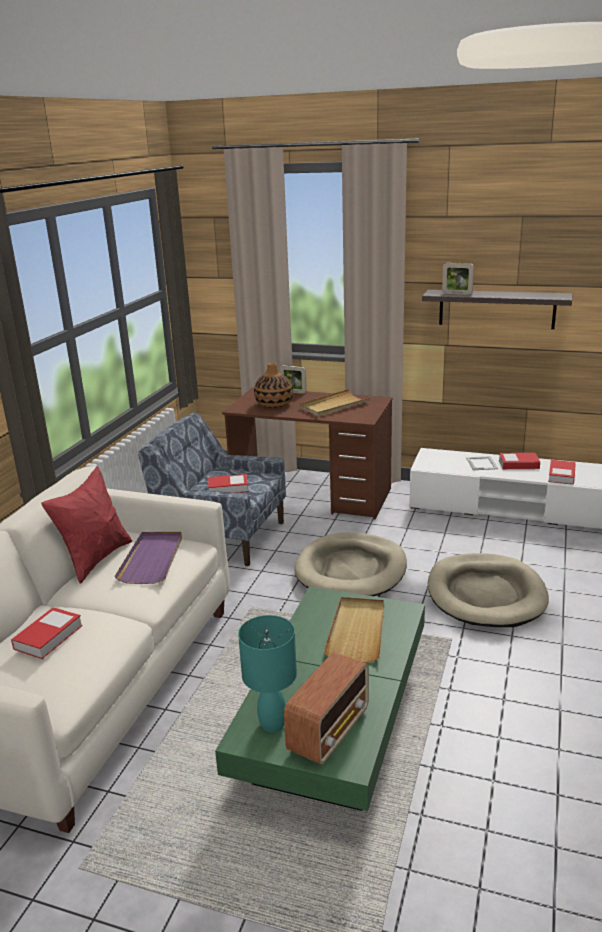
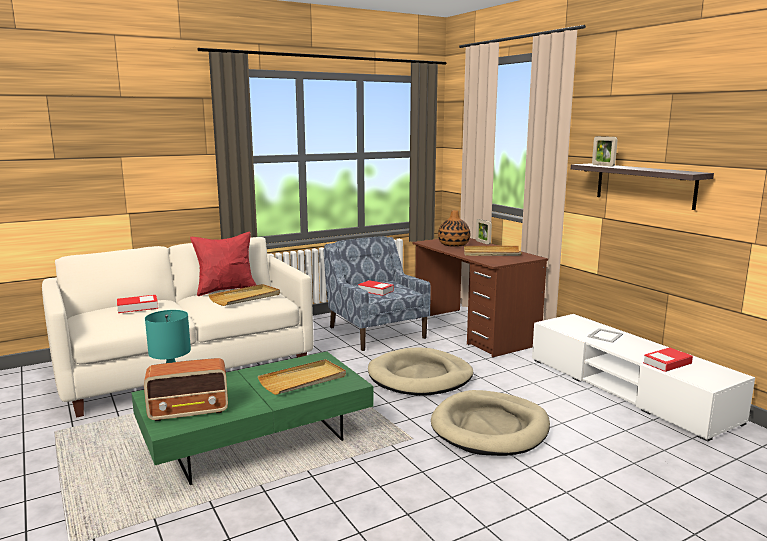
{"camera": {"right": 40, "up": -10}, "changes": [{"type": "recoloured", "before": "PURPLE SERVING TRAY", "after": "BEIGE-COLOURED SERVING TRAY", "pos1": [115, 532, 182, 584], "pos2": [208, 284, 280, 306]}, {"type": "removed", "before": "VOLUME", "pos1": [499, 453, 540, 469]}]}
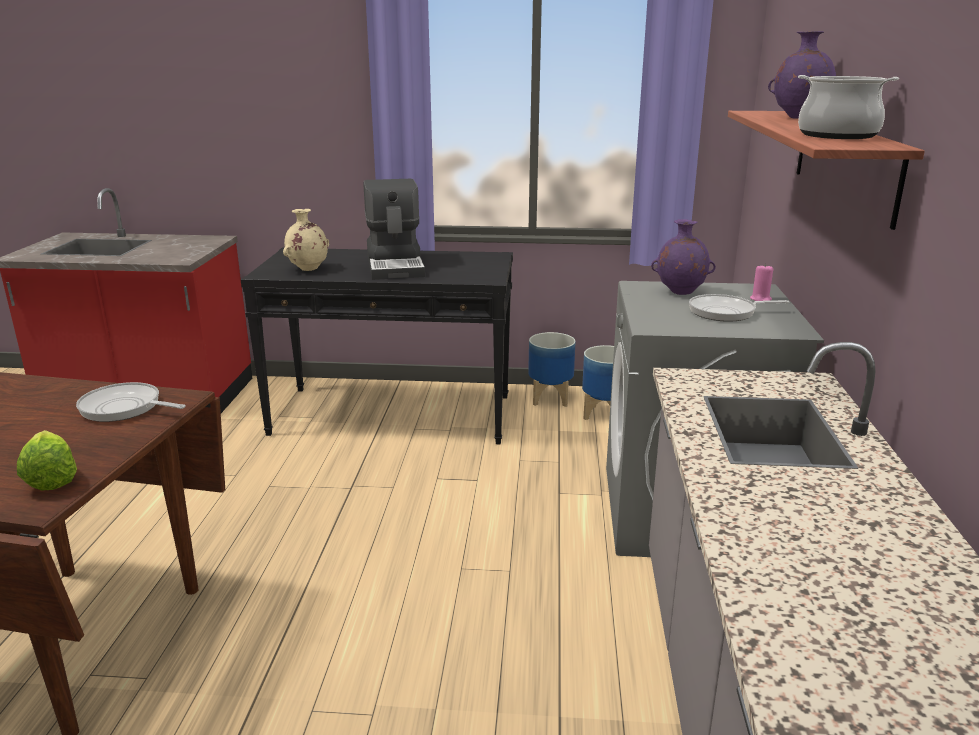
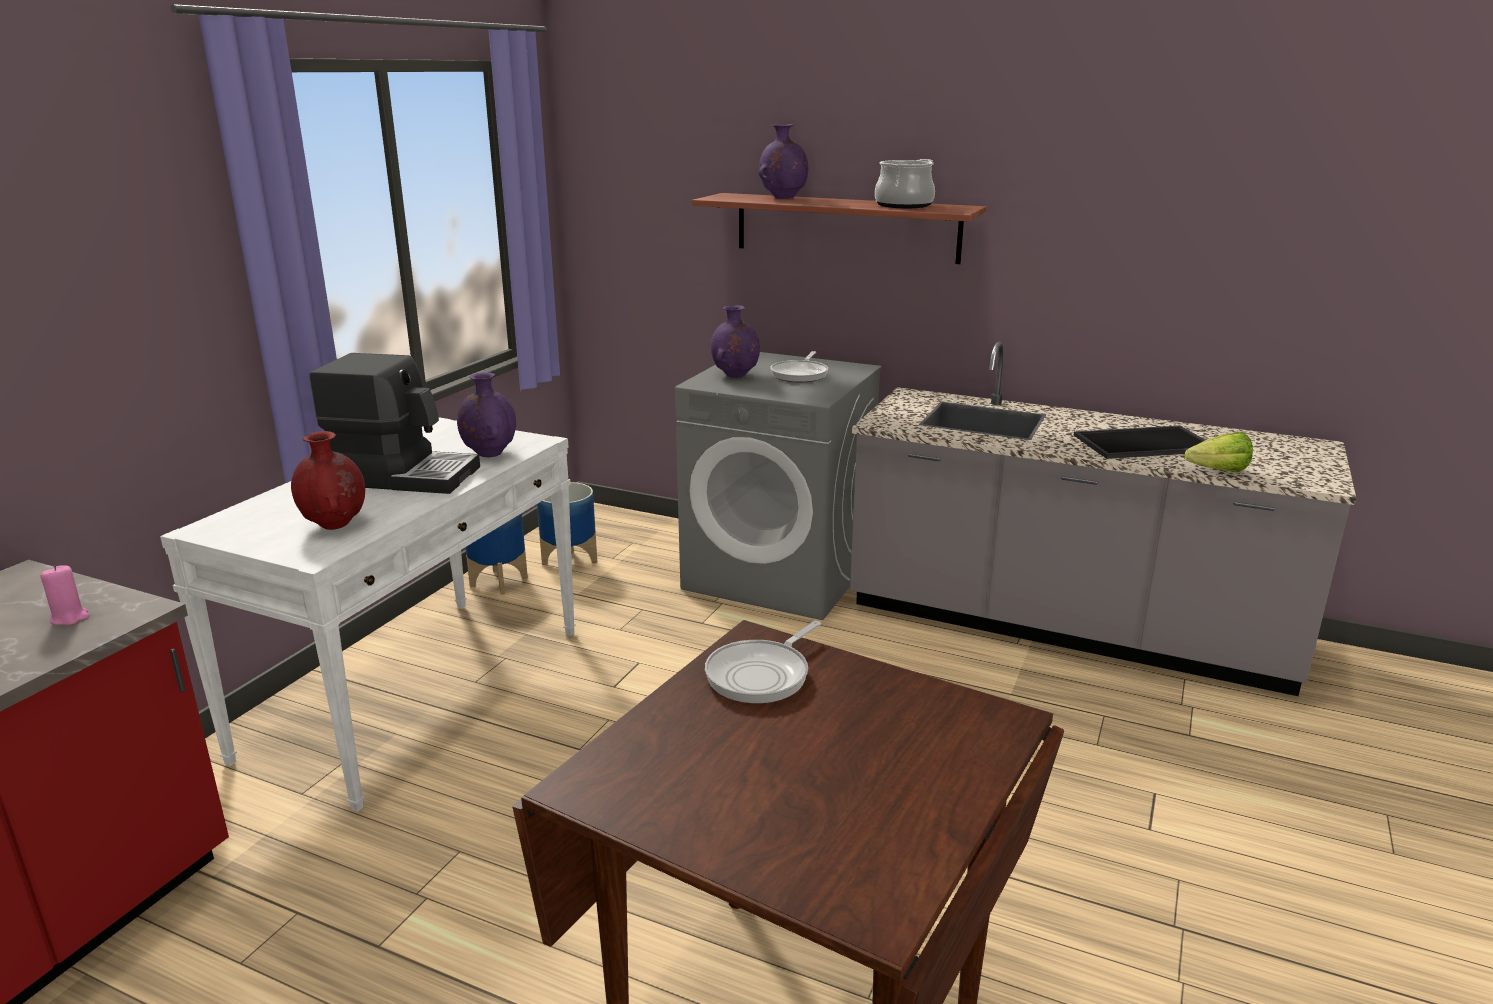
{"camera": {"right": -70, "up": 0}, "changes": [{"type": "moved", "before": "PINK CANDLE", "pos1": [750, 264, 774, 301], "pos2": [41, 565, 90, 625]}, {"type": "recoloured", "before": "BLACK-COLOURED HALL TABLE", "after": "WHITISH HALL TABLE", "pos1": [241, 248, 513, 445], "pos2": [160, 417, 576, 812]}, {"type": "recoloured", "before": "BEIGE-COLOURED DECORATIVE VASE", "after": "RED DECORATIVE VASE", "pos1": [283, 209, 329, 271], "pos2": [291, 431, 365, 530]}, {"type": "added", "after": "PURPLE DECORATIVE VASE", "pos2": [457, 373, 516, 457]}, {"type": "added", "after": "SERVING TRAY", "pos2": [1073, 426, 1205, 459]}, {"type": "moved", "before": "LETTUCE", "pos1": [17, 430, 77, 491], "pos2": [1185, 433, 1253, 472]}]}
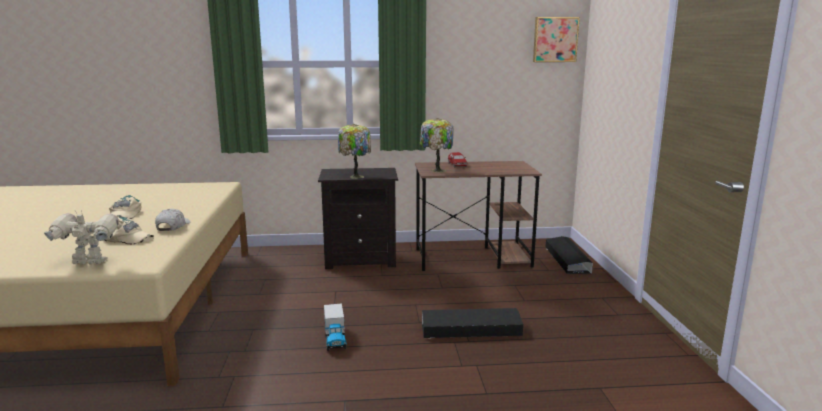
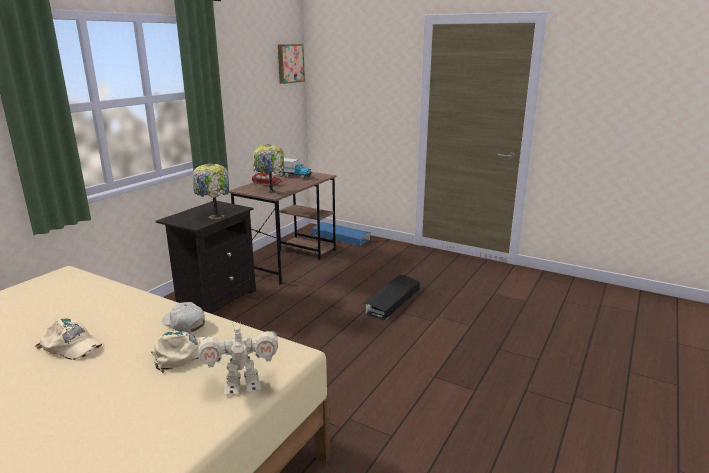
{"camera": {"right": -55, "up": 5}, "changes": [{"type": "turned", "before": "TOY ROBOT", "pos1": [44, 210, 119, 265], "pos2": [198, 321, 278, 395], "turn": -135}, {"type": "moved", "before": "MODEL TRUCK", "pos1": [324, 303, 346, 351], "pos2": [279, 158, 312, 179]}, {"type": "recoloured", "before": "BLACK-COLOURED STORAGE CONTAINER", "after": "BLUE STORAGE CONTAINER", "pos1": [545, 236, 593, 274], "pos2": [312, 222, 370, 246]}]}
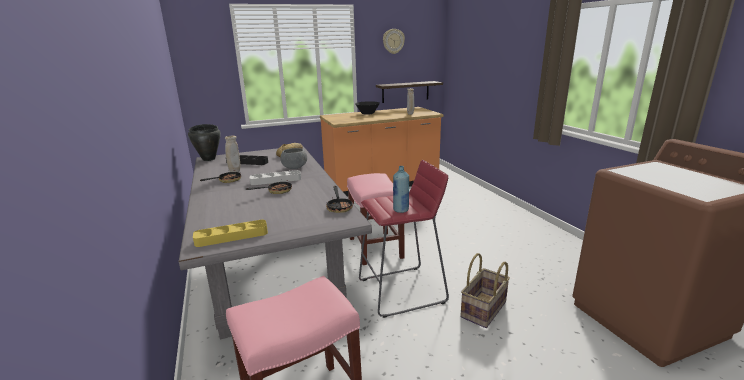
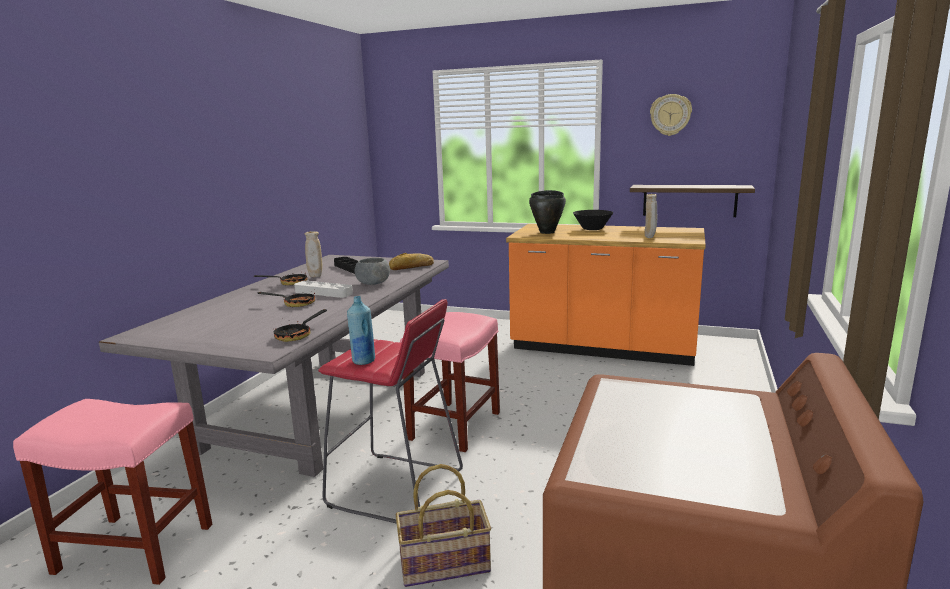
{"camera": {"right": 40, "up": -5}, "changes": [{"type": "moved", "before": "BLACK-COLOURED STOCKPOT", "pos1": [188, 124, 221, 161], "pos2": [529, 190, 566, 234]}, {"type": "removed", "before": "YELLOW SERVING TRAY", "pos1": [193, 220, 268, 247]}]}
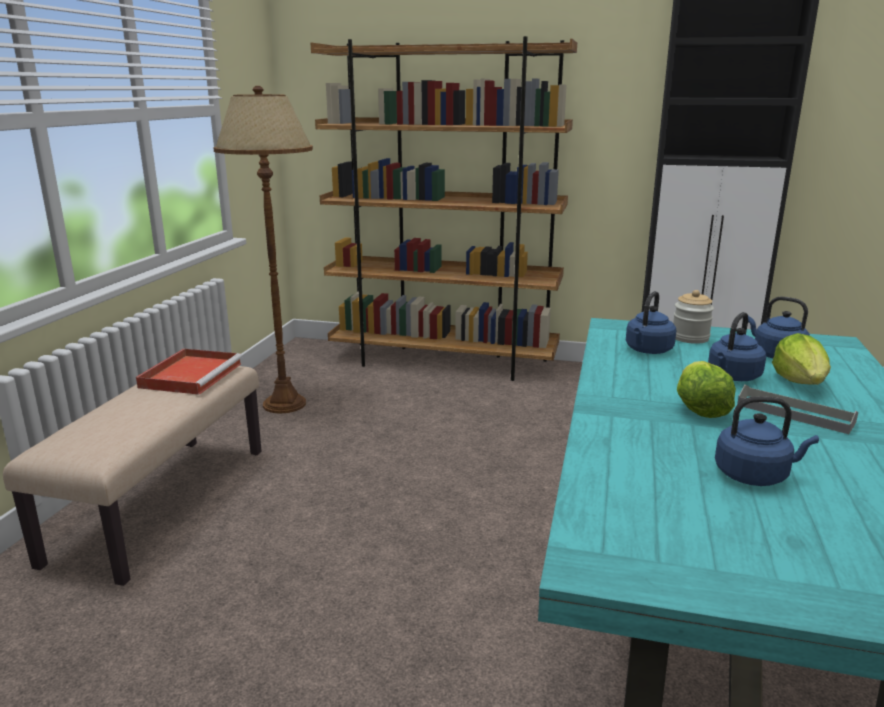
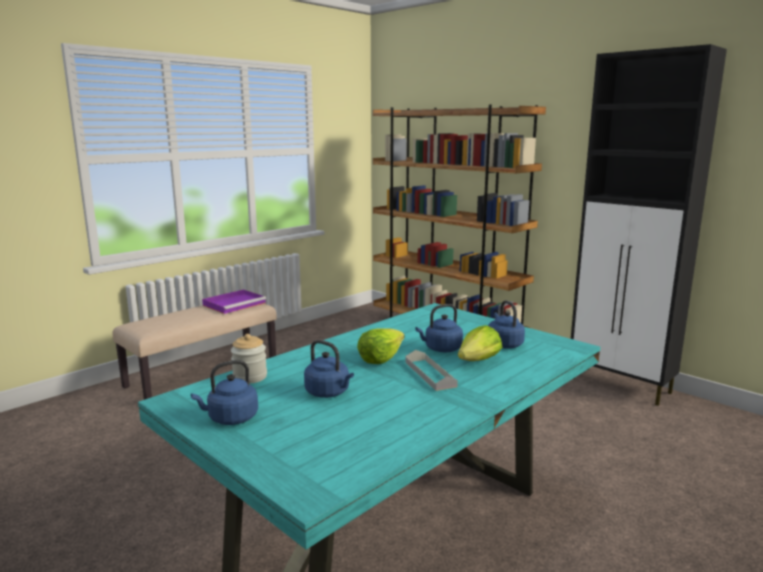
{"camera": {"right": 30, "up": -5}, "changes": [{"type": "moved", "before": "BLUE WATER KETTLE", "pos1": [626, 291, 677, 354], "pos2": [191, 360, 258, 425]}, {"type": "recoloured", "before": "RED SERVING TRAY", "after": "PURPLE SERVING TRAY", "pos1": [136, 349, 242, 395], "pos2": [202, 289, 266, 314]}, {"type": "moved", "before": "JAR", "pos1": [673, 290, 714, 344], "pos2": [231, 334, 267, 384]}, {"type": "removed", "before": "BROWN STANDING LAMP", "pos1": [213, 86, 313, 414]}]}
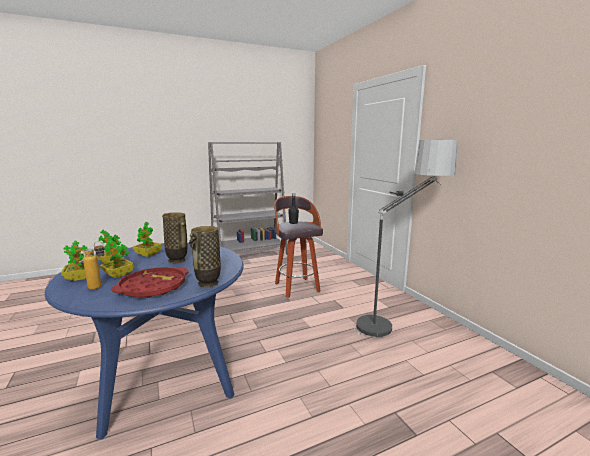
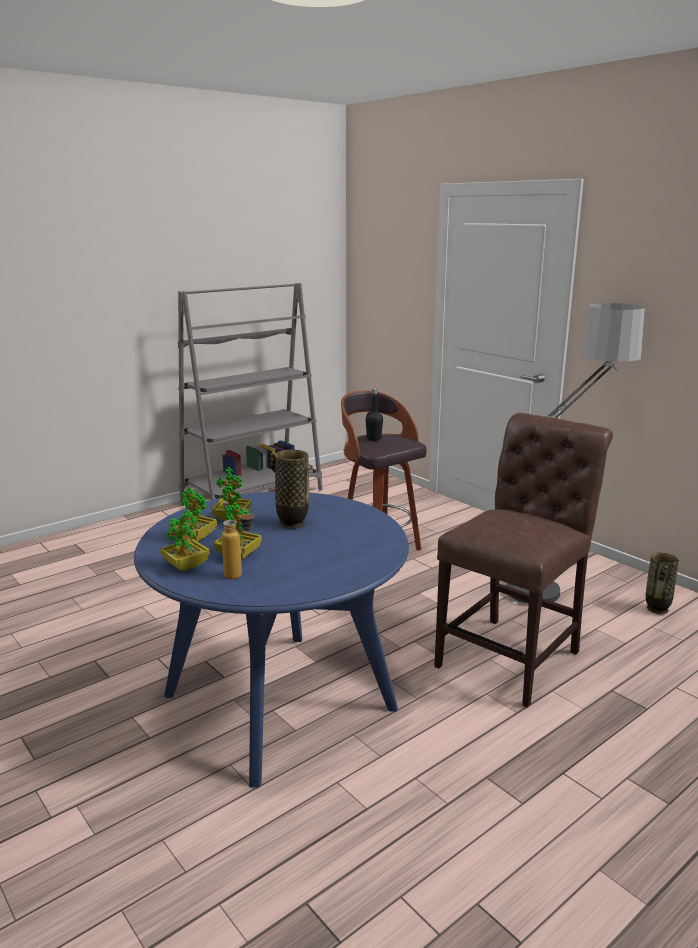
{"camera": {"right": -15, "up": 5}, "changes": [{"type": "added", "after": "BROWN UPRIGHT CHAIR", "pos2": [434, 413, 613, 708]}, {"type": "moved", "before": "DECORATIVE VASE", "pos1": [189, 226, 221, 287], "pos2": [646, 553, 679, 615]}, {"type": "removed", "before": "RED SERVING TRAY", "pos1": [111, 267, 189, 298]}]}
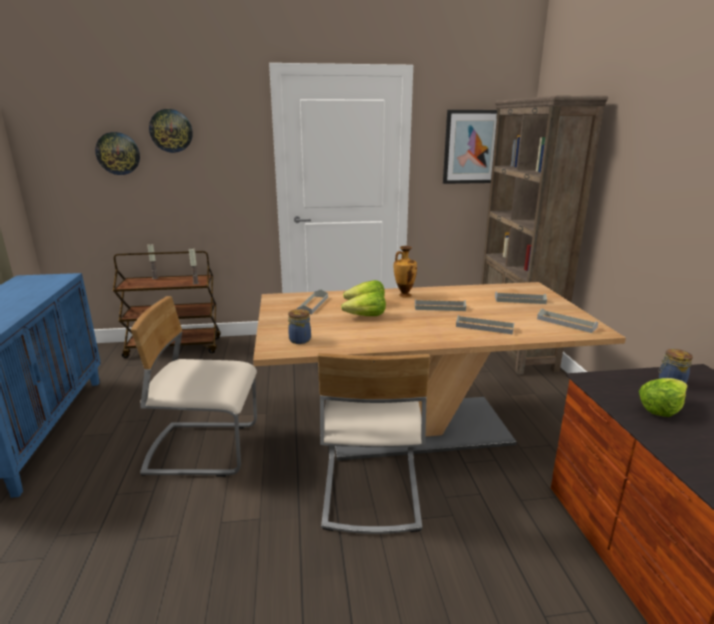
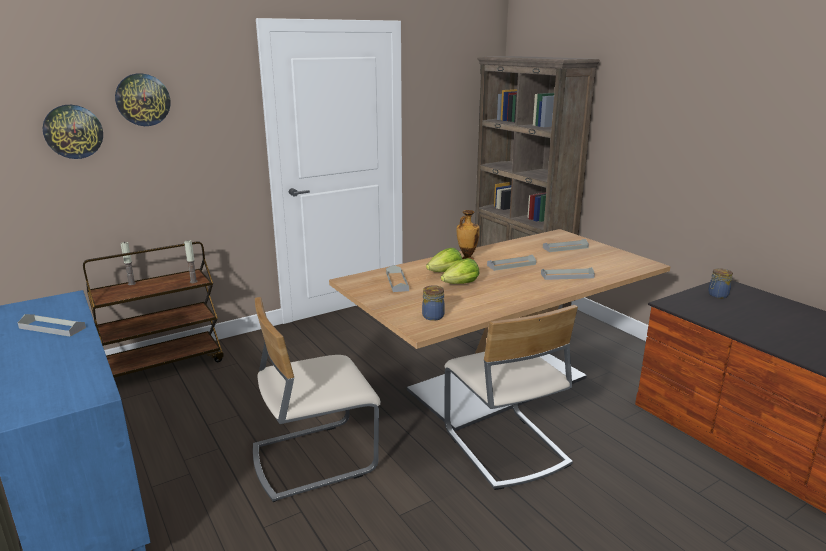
{"camera": {"right": -25, "up": 0}, "changes": [{"type": "moved", "before": "GRAY SERVING TRAY", "pos1": [537, 308, 598, 333], "pos2": [17, 314, 86, 337]}, {"type": "removed", "before": "WALL PICTURE", "pos1": [443, 110, 497, 184]}, {"type": "removed", "before": "LETTUCE", "pos1": [639, 378, 688, 417]}]}
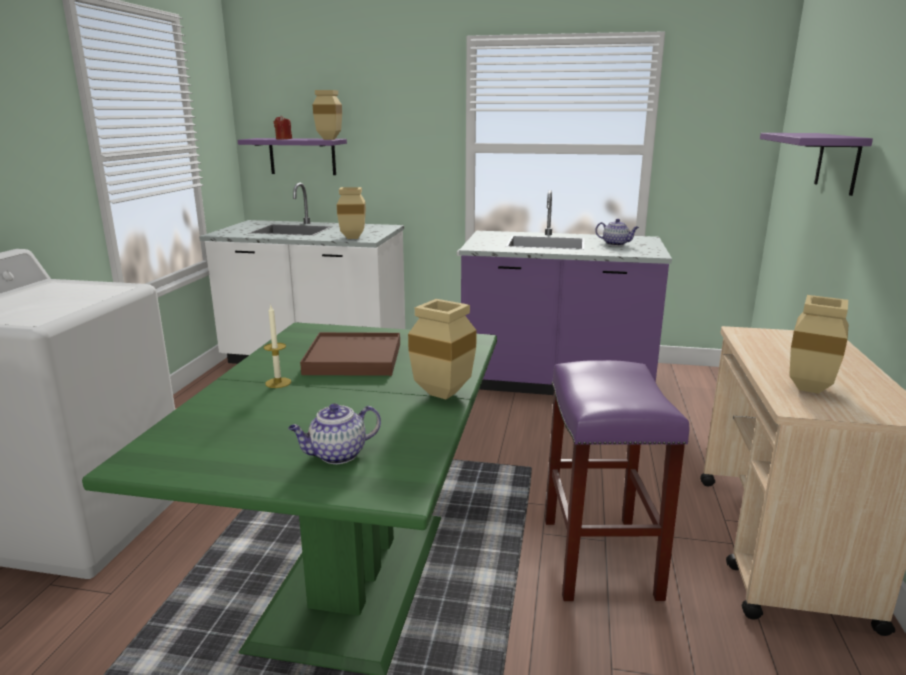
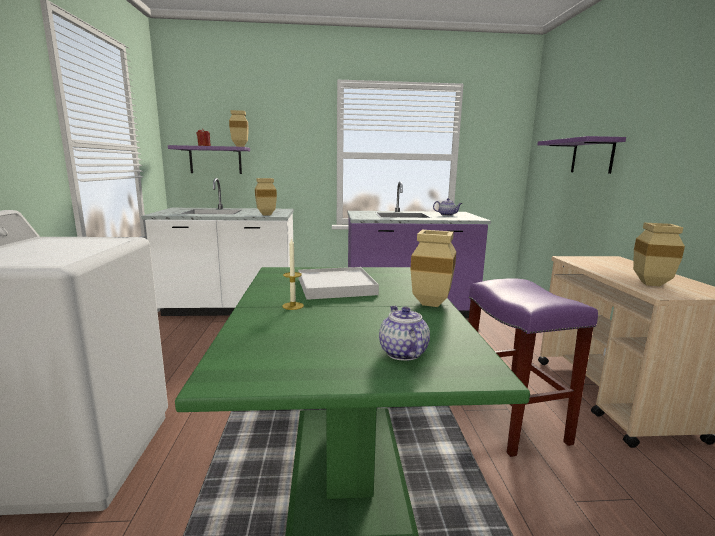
{"camera": {"right": -15, "up": -5}, "changes": [{"type": "recoloured", "before": "BROWN SERVING TRAY", "after": "WHITISH SERVING TRAY", "pos1": [300, 332, 400, 376], "pos2": [299, 267, 379, 300]}, {"type": "turned", "before": "TEAPOT", "pos1": [288, 403, 381, 464], "pos2": [379, 306, 430, 361], "turn": 120}]}
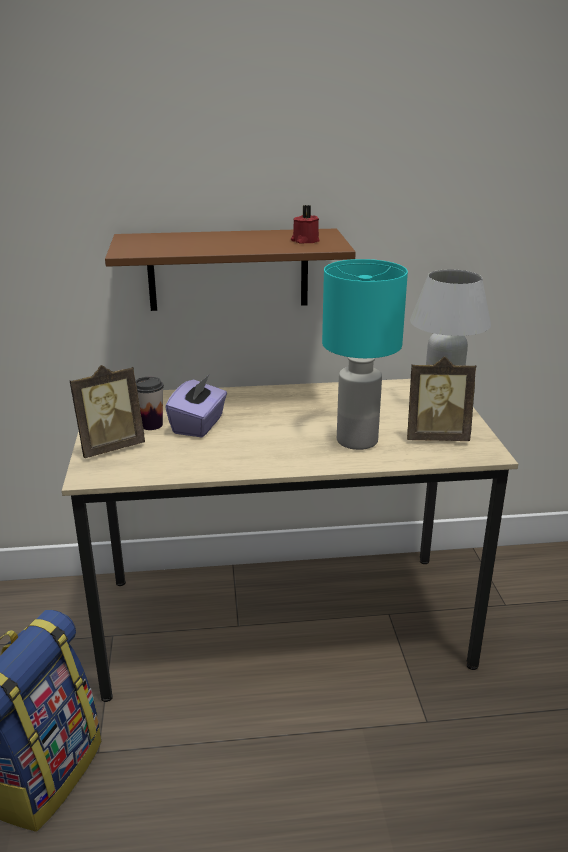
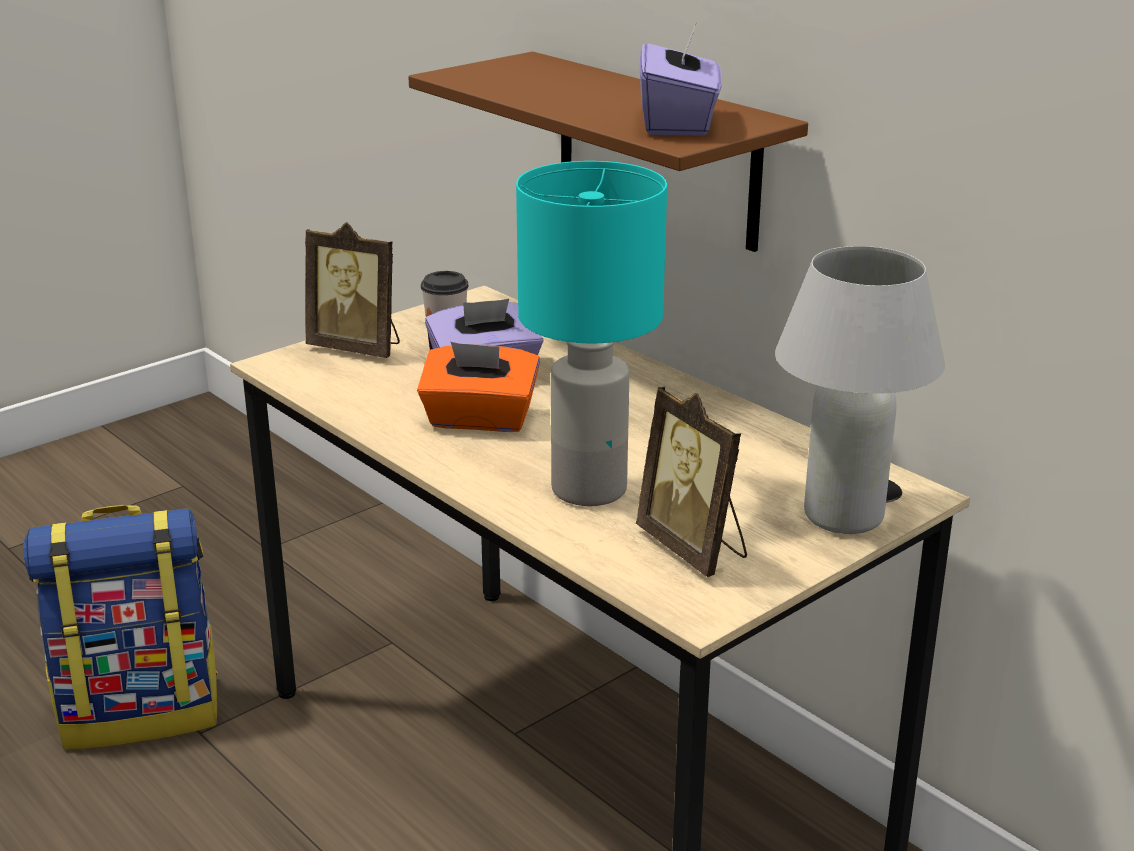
{"camera": {"right": 55, "up": 0}, "changes": [{"type": "added", "after": "ORANGEY BOX OF TISSUES", "pos2": [417, 342, 540, 432]}, {"type": "replaced", "before": "RED CANDLE", "after": "PURPLE BOX OF TISSUES", "pos1": [291, 205, 319, 244], "pos2": [640, 24, 722, 136]}]}
